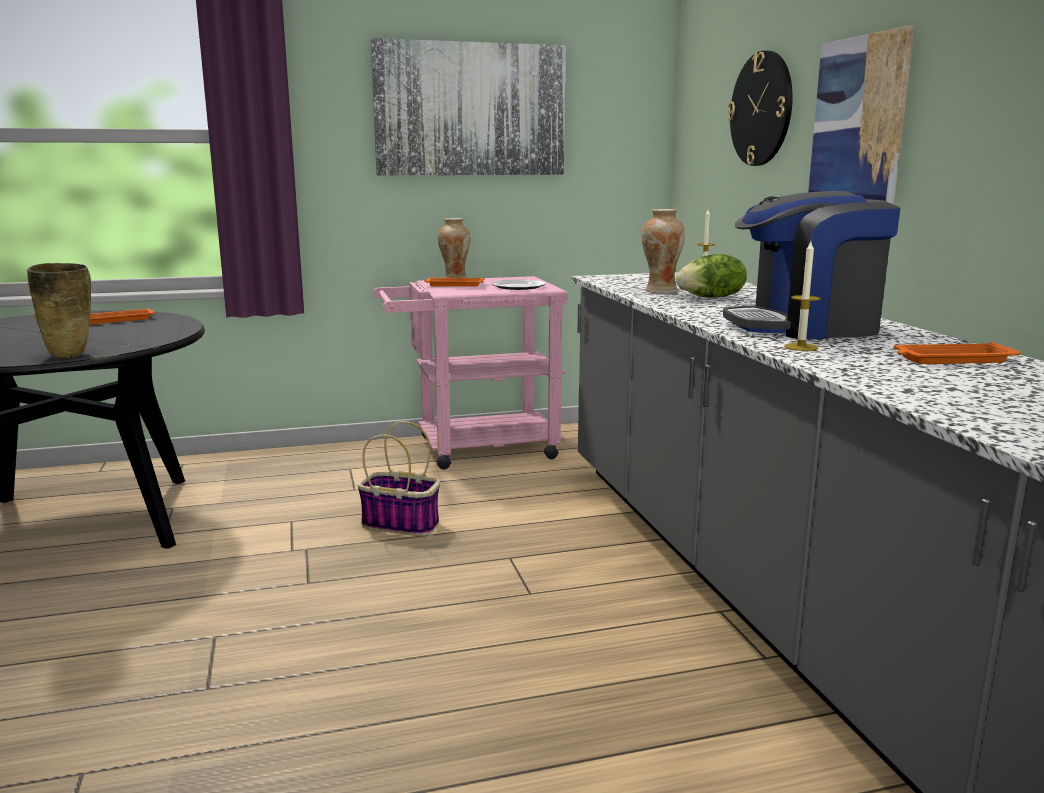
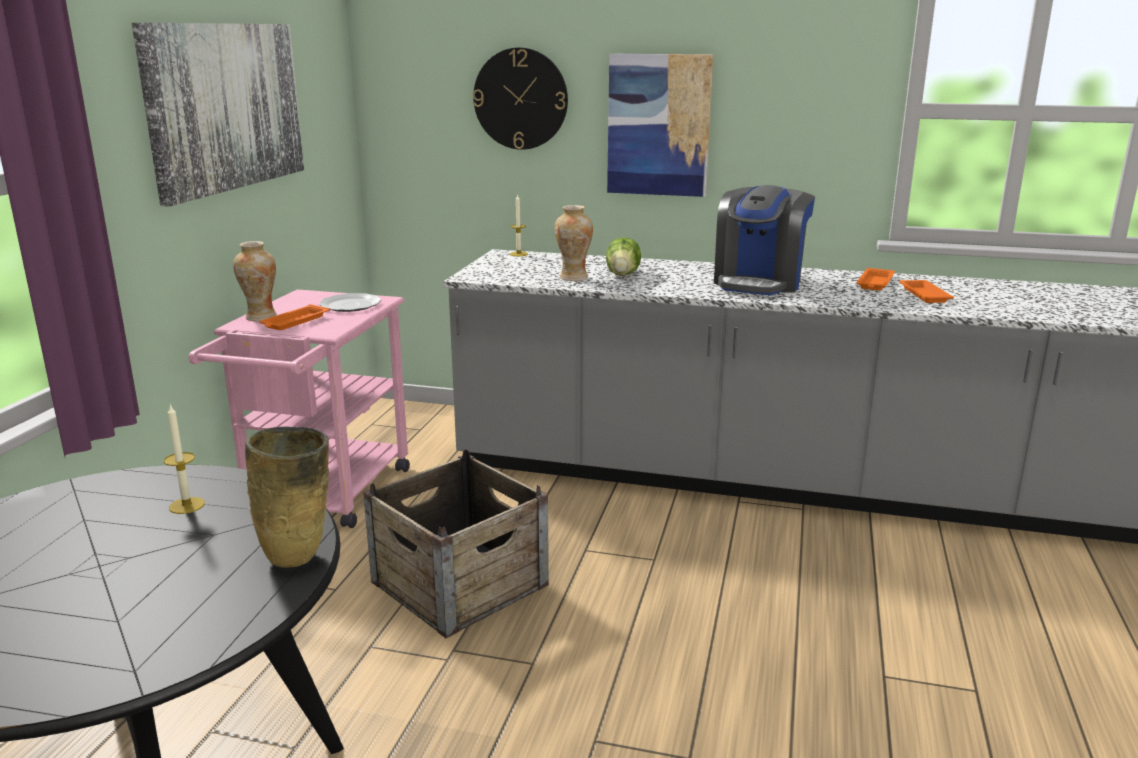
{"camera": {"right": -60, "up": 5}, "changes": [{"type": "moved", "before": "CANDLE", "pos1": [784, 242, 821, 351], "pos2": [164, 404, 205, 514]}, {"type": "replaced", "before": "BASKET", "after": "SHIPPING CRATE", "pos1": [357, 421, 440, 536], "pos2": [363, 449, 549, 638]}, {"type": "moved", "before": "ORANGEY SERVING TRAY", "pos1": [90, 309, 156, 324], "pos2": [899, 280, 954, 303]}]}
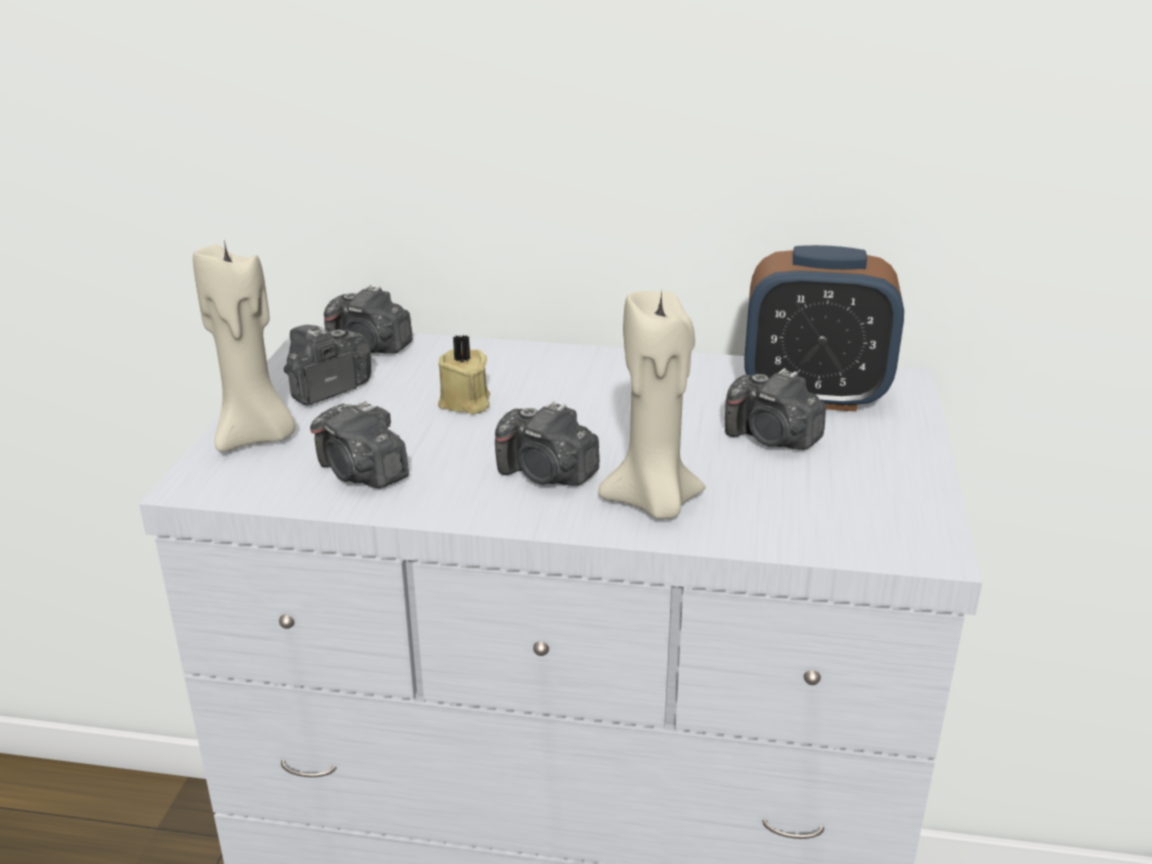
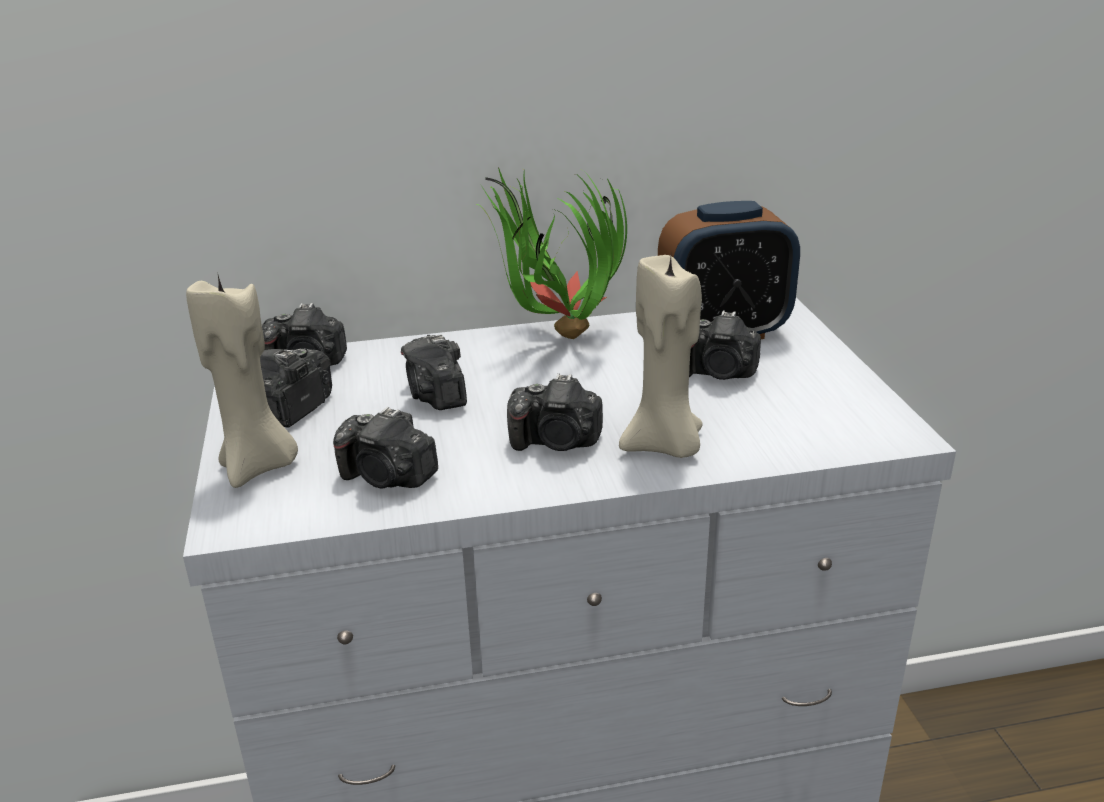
{"camera": {"right": -20, "up": 0}, "changes": [{"type": "replaced", "before": "BEIGE-COLOURED CANDLE", "after": "STILL CAMERA", "pos1": [438, 335, 490, 414], "pos2": [401, 334, 467, 410]}, {"type": "added", "after": "PLANT IN A POT", "pos2": [476, 167, 627, 339]}]}
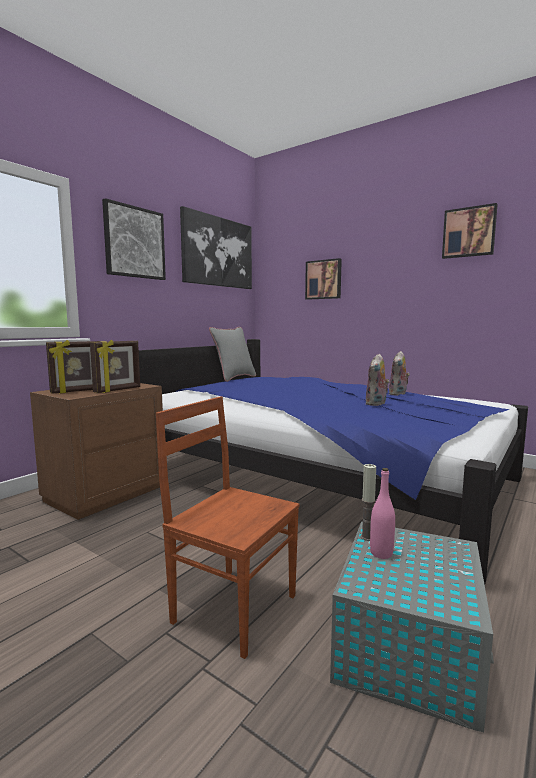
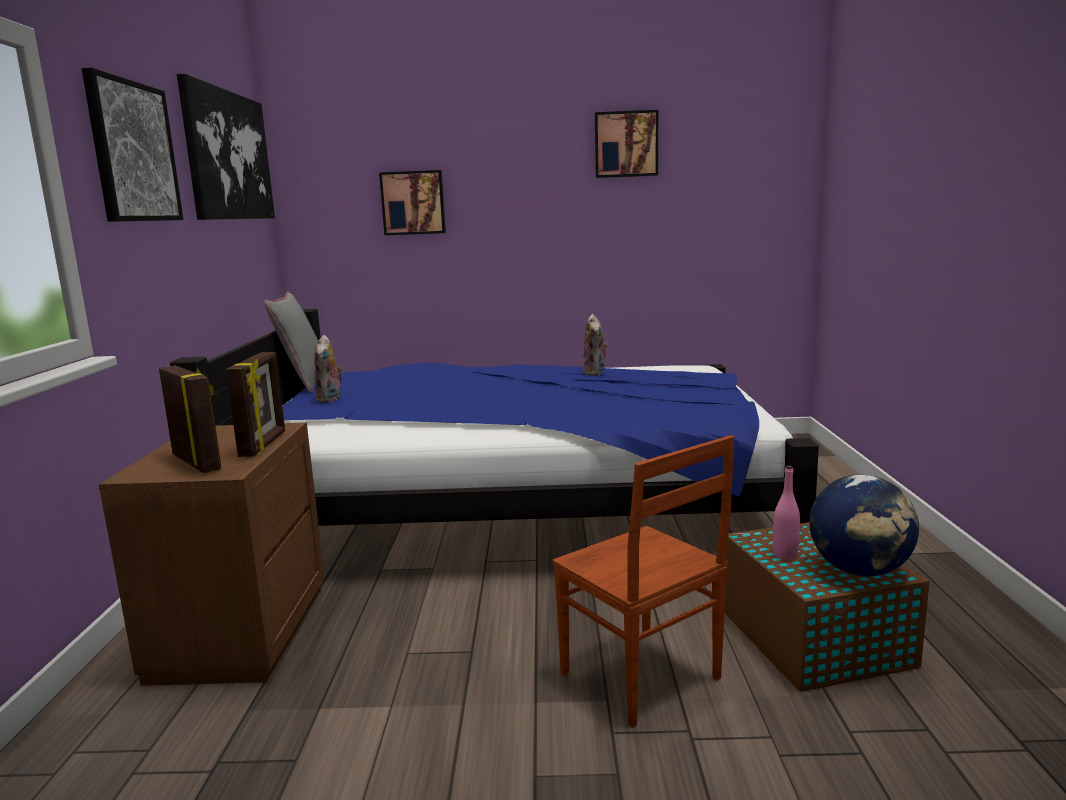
{"camera": {"right": -35, "up": 5}, "changes": [{"type": "turned", "before": "PICTURE FRAME", "pos1": [46, 340, 101, 394], "pos2": [159, 366, 221, 473], "turn": -60}, {"type": "moved", "before": "PLUSH TOY", "pos1": [366, 354, 390, 406], "pos2": [315, 335, 343, 403]}, {"type": "turned", "before": "BROWN UPRIGHT CHAIR", "pos1": [156, 396, 300, 659], "pos2": [552, 435, 734, 728], "turn": -120}, {"type": "recoloured", "before": "GRAY STORAGE CONTAINER", "after": "BROWN STORAGE CONTAINER", "pos1": [330, 522, 494, 732], "pos2": [725, 522, 930, 692]}, {"type": "added", "after": "GLOBE", "pos2": [809, 475, 919, 577]}, {"type": "removed", "before": "CANDLE", "pos1": [361, 464, 376, 541]}]}
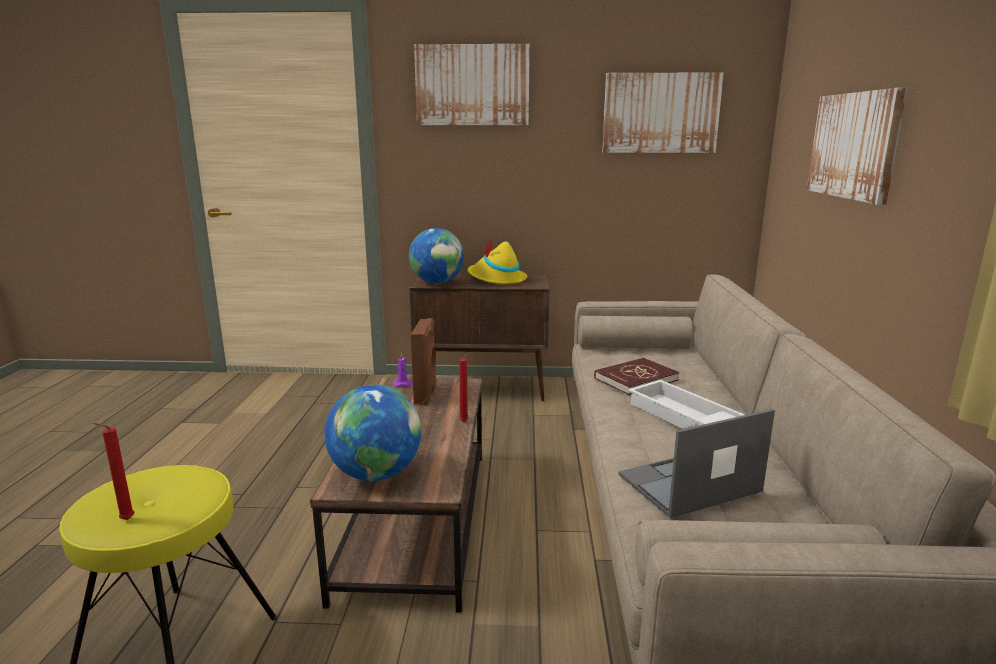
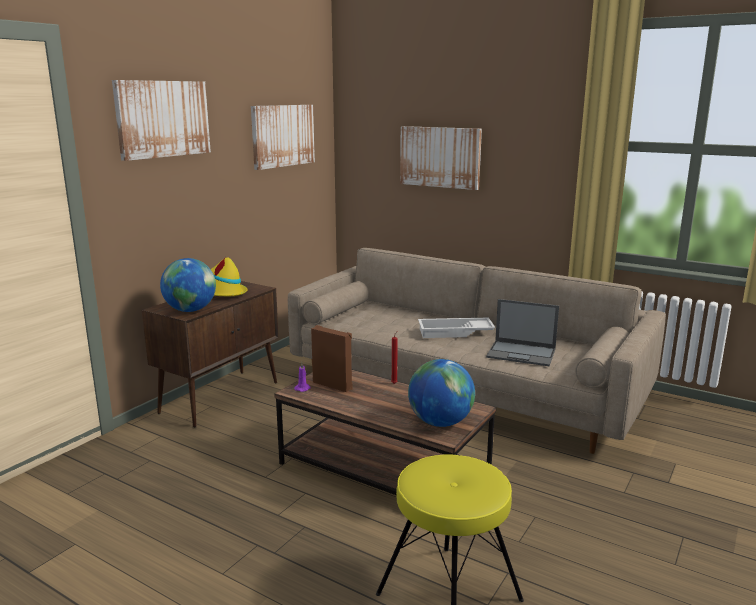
{"camera": {"right": -60, "up": 0}, "changes": [{"type": "turned", "before": "LAPTOP", "pos1": [618, 409, 775, 518], "pos2": [486, 299, 559, 366], "turn": -75}, {"type": "removed", "before": "RED CANDLE", "pos1": [93, 423, 134, 520]}, {"type": "removed", "before": "RED VOLUME", "pos1": [594, 358, 680, 395]}]}
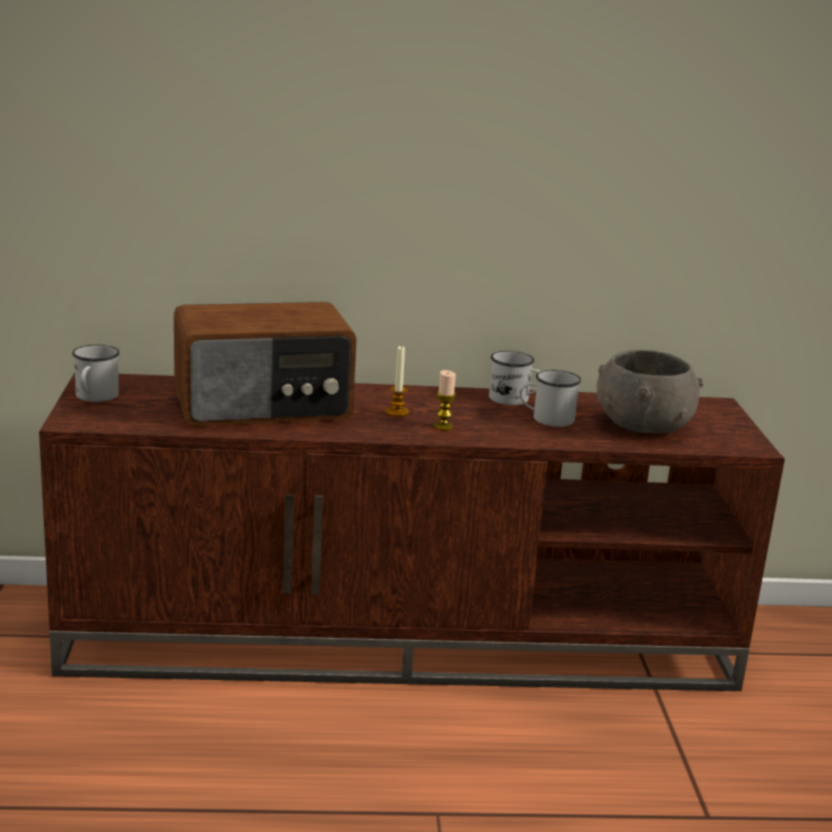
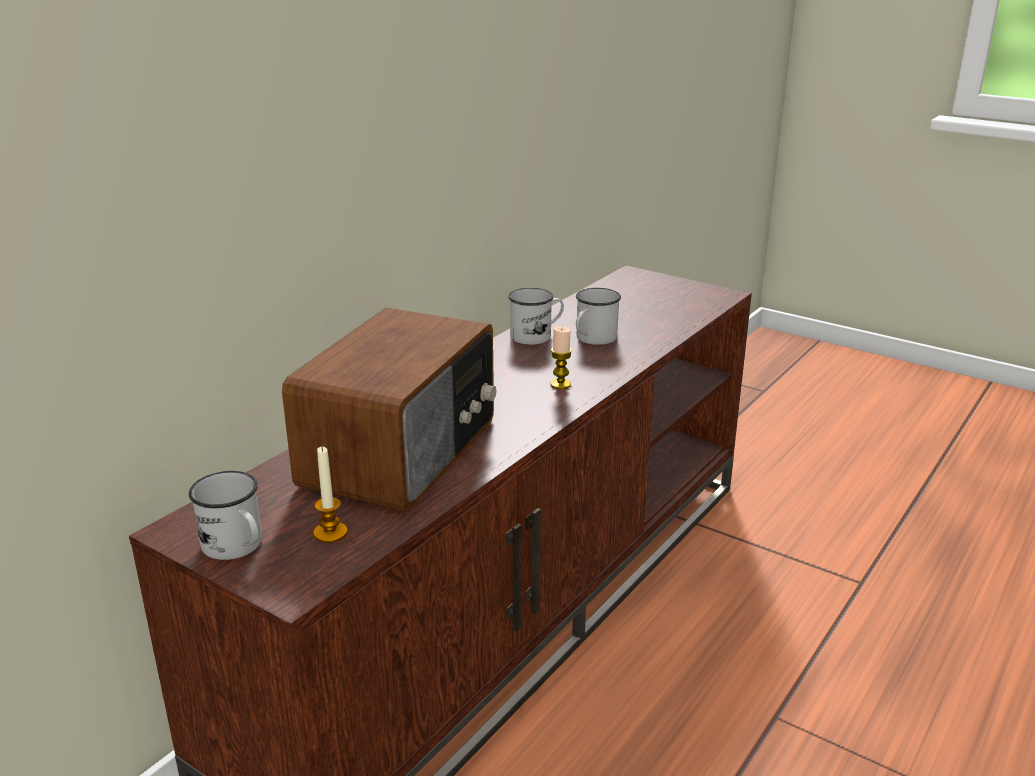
{"camera": {"right": -50, "up": 5}, "changes": [{"type": "moved", "before": "CANDLE", "pos1": [386, 345, 409, 417], "pos2": [313, 447, 348, 543]}, {"type": "removed", "before": "GRAY SERVING BOWL", "pos1": [597, 349, 703, 433]}]}
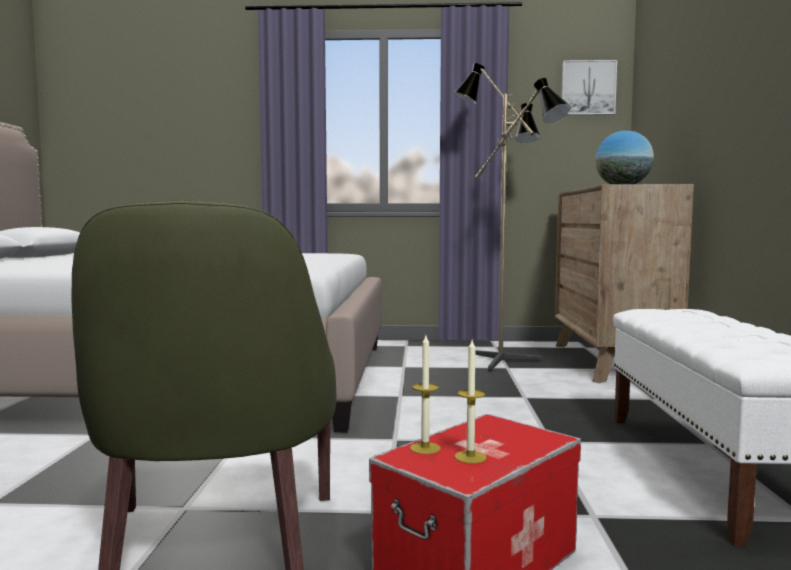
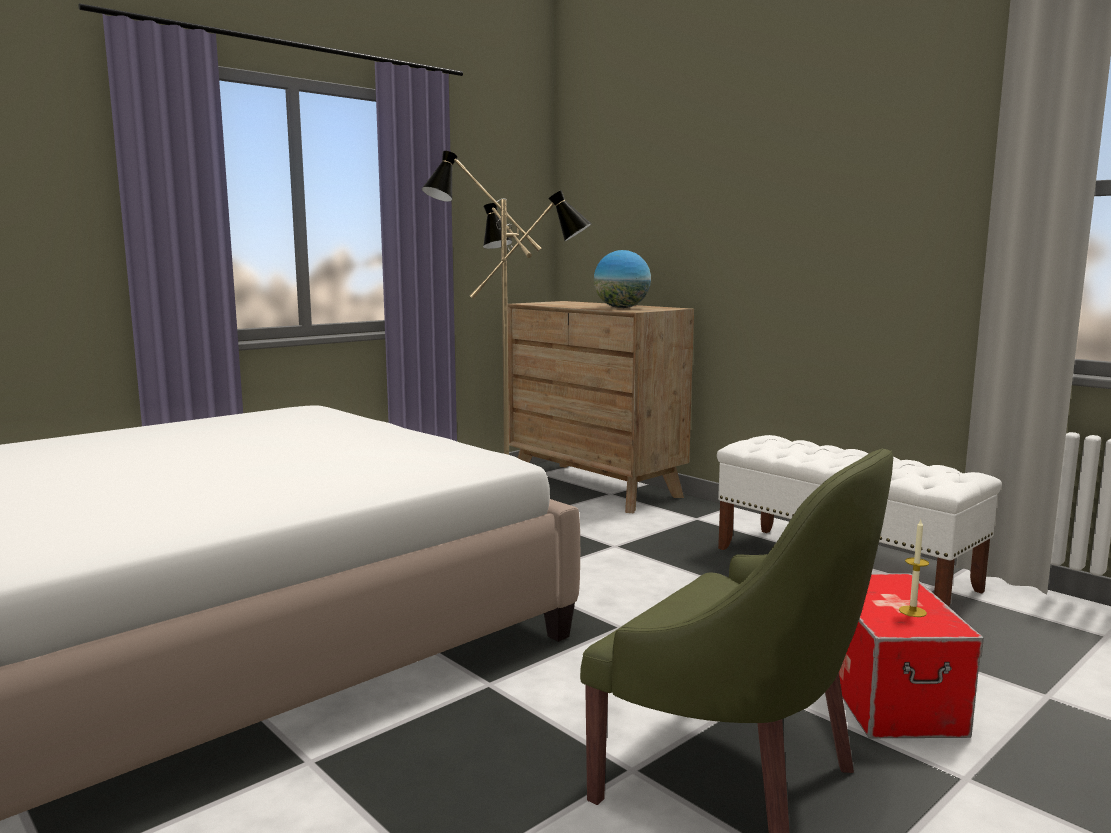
{"camera": {"right": -45, "up": 5}, "changes": [{"type": "removed", "before": "CANDLE", "pos1": [410, 336, 441, 454]}, {"type": "removed", "before": "WALL PICTURE", "pos1": [561, 60, 617, 115]}]}
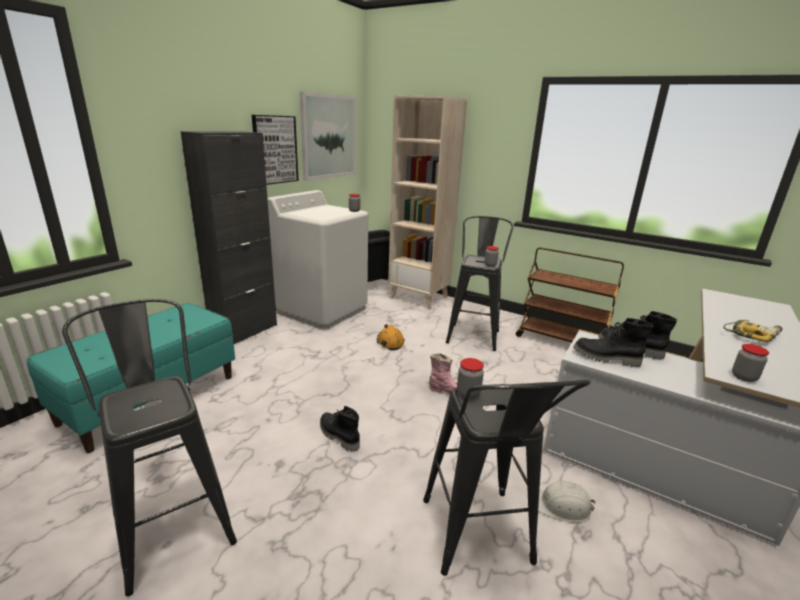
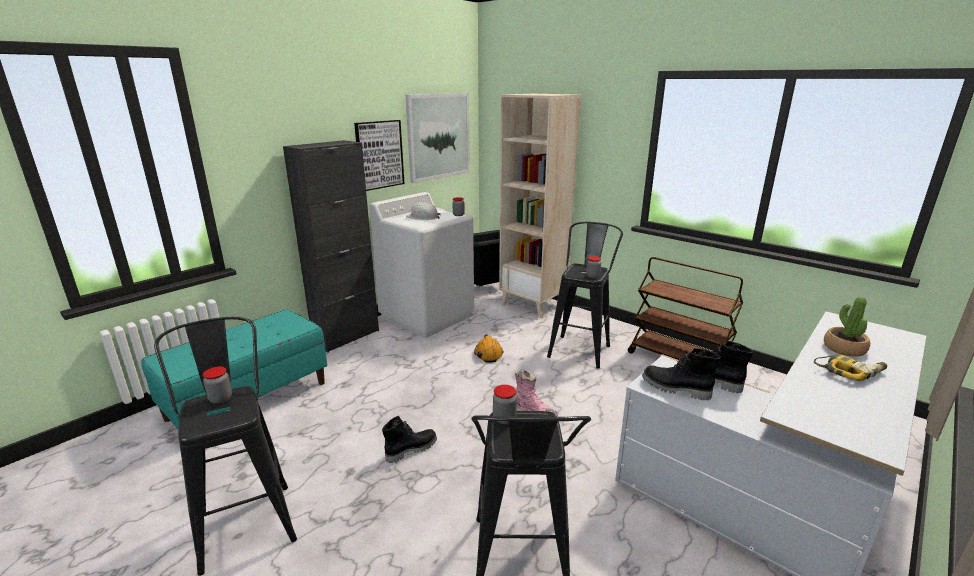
{"camera": {"right": 10, "up": 0}, "changes": [{"type": "moved", "before": "JAR", "pos1": [732, 344, 769, 382], "pos2": [203, 367, 232, 404]}, {"type": "turned", "before": "BLACK-COLOURED HIGH-TOP BOOT", "pos1": [320, 406, 360, 452], "pos2": [382, 416, 437, 463], "turn": 90}, {"type": "moved", "before": "WHITISH HARD HAT", "pos1": [538, 481, 595, 523], "pos2": [406, 202, 441, 220]}, {"type": "added", "after": "PLANT IN A POT", "pos2": [824, 297, 870, 357]}]}
